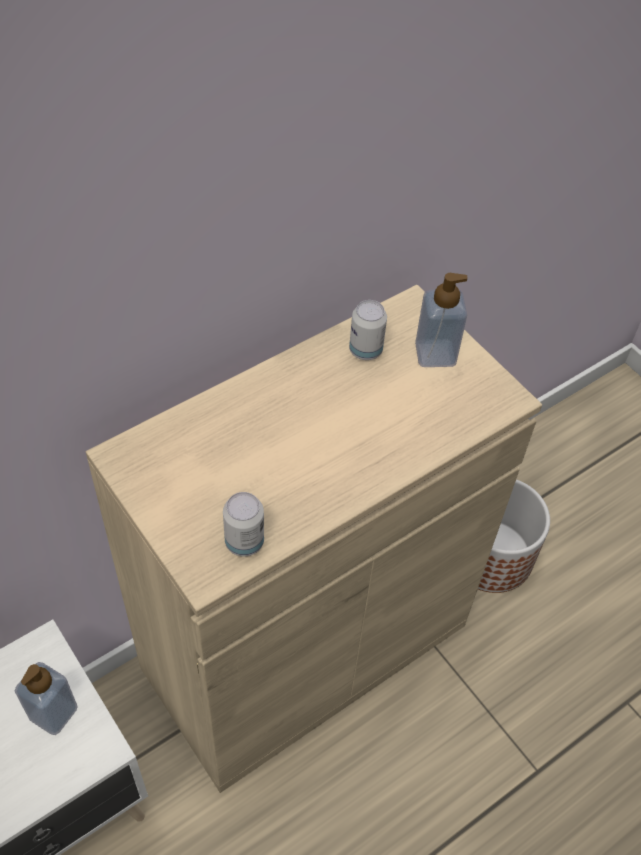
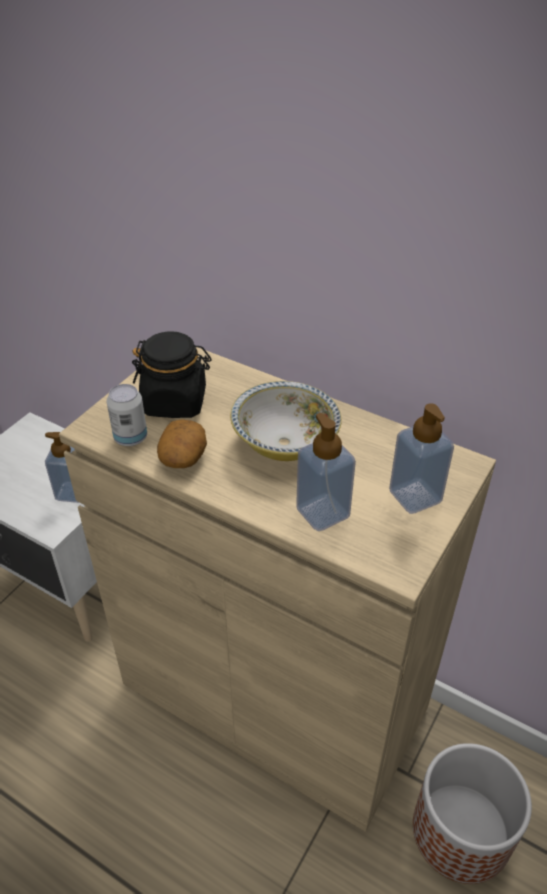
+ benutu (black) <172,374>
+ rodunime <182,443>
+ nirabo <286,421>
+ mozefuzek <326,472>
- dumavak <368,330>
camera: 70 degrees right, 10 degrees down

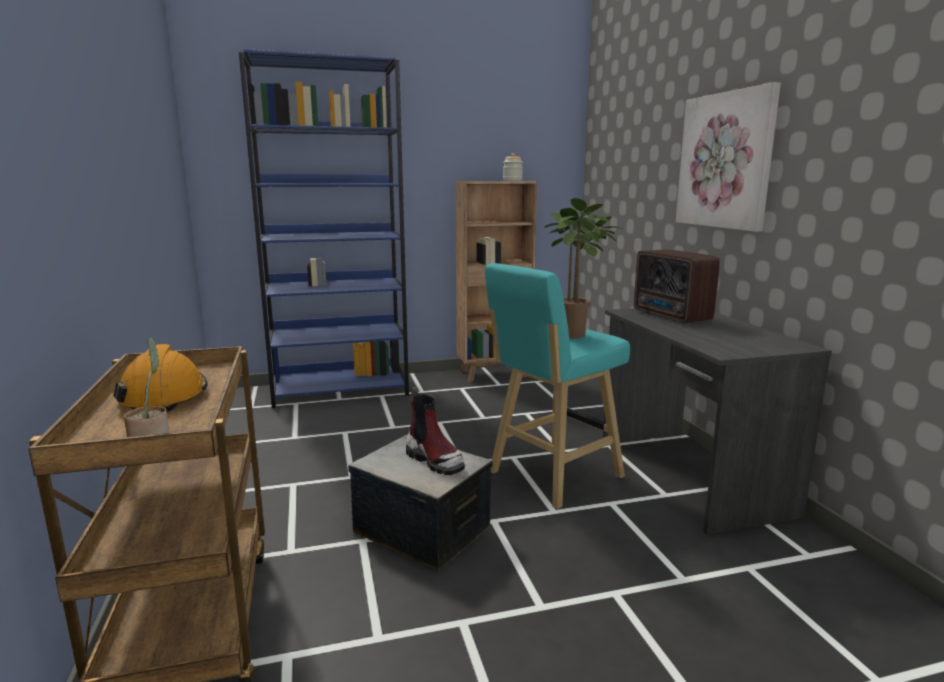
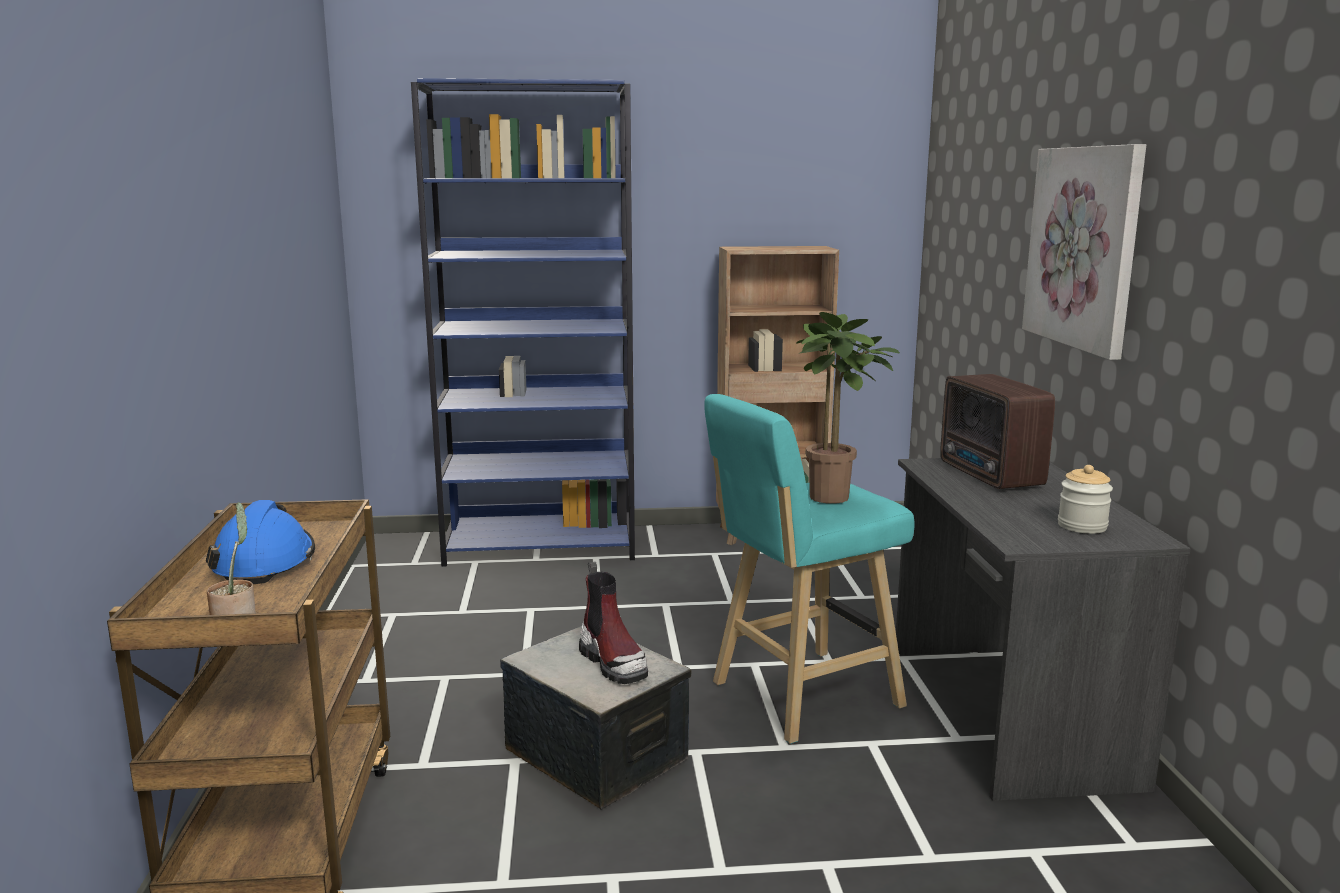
~ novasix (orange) <160,378> to novasix (blue) <260,542>
~ benutu <513,167> to <1085,499>
camera: 10 degrees right, 0 degrees up

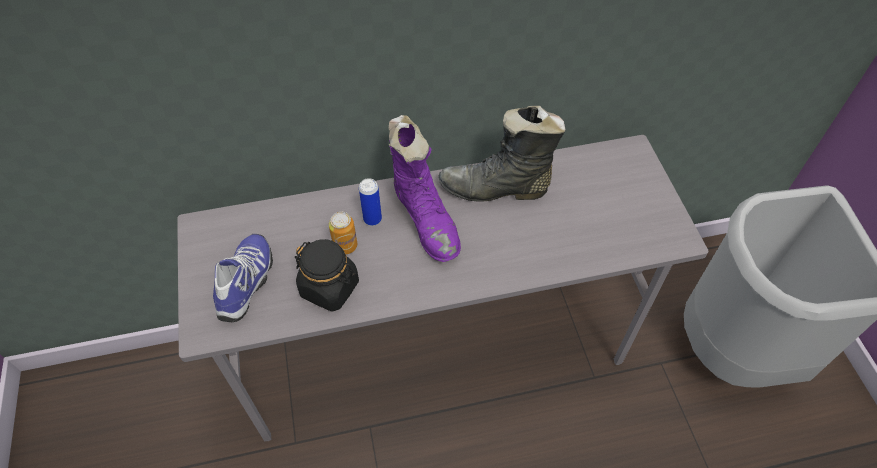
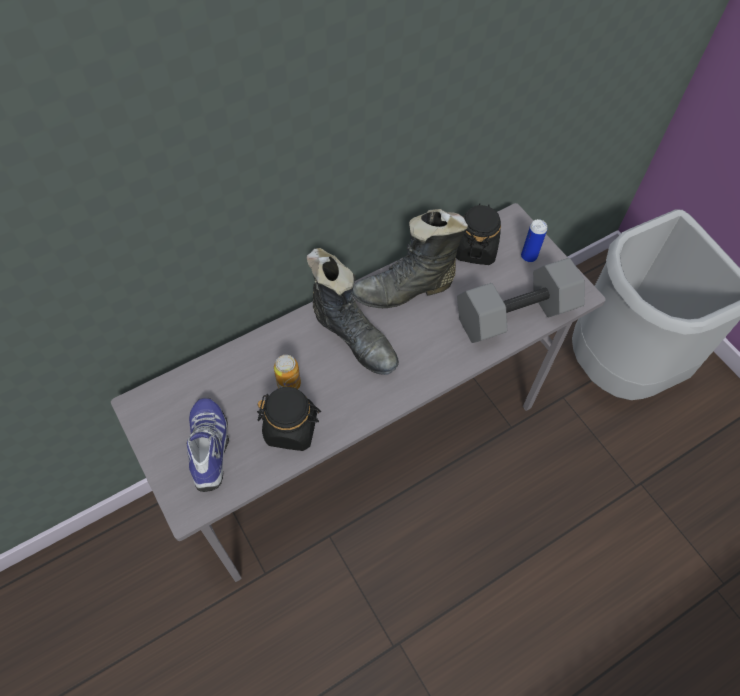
~ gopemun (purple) <425,188> to gopemun (black) <353,311>
+ benutu (black) <478,234>
+ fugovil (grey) <521,300>
~ dumavak <370,202> to <534,240>
camera: 20 degrees left, 5 degrees up

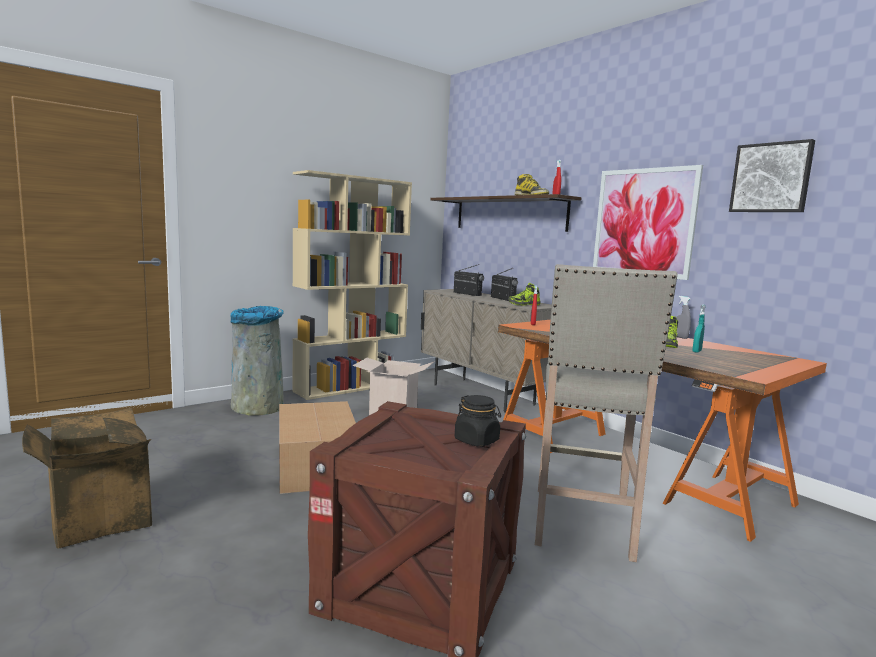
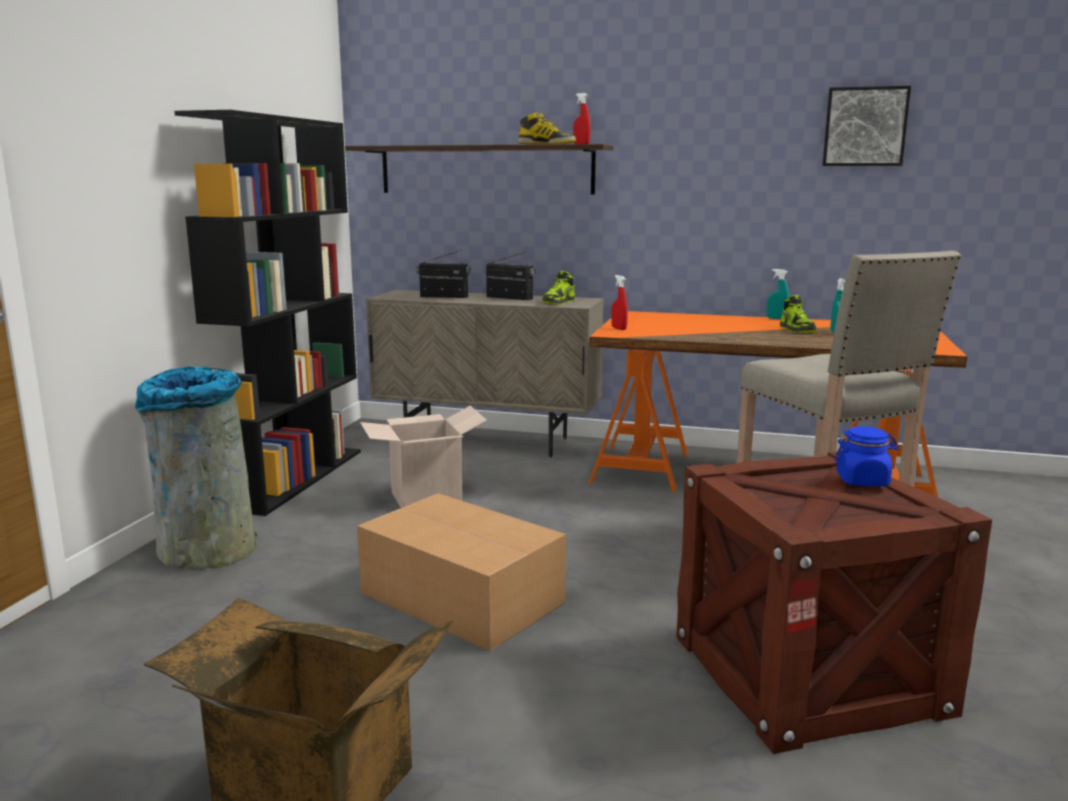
~ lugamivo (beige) <352,285> to lugamivo (black) <267,313>
~ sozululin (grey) <683,317> to sozululin (turquoise) <778,294>
~ benutu (black) <478,421> to benutu (blue) <866,456>
- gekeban <648,222>
camera: 35 degrees left, 5 degrees up

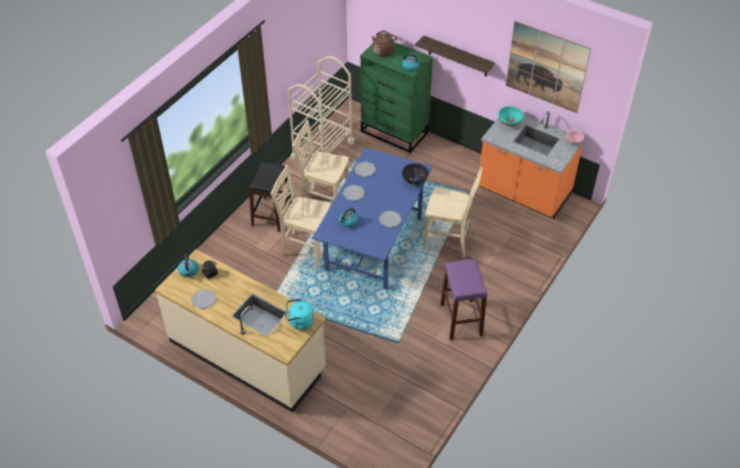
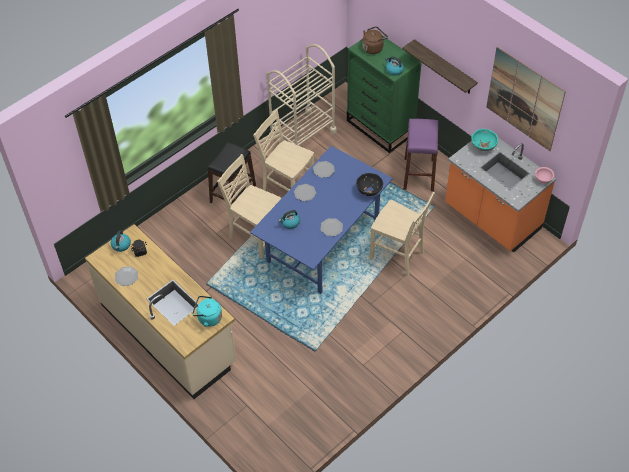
~ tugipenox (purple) <464,299> to <420,155>
camera: 15 degrees right, 5 degrees up

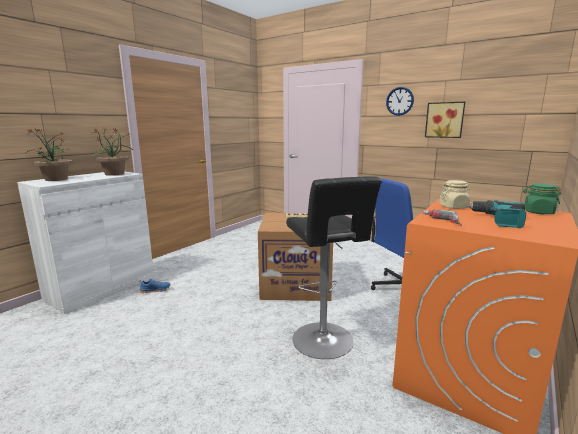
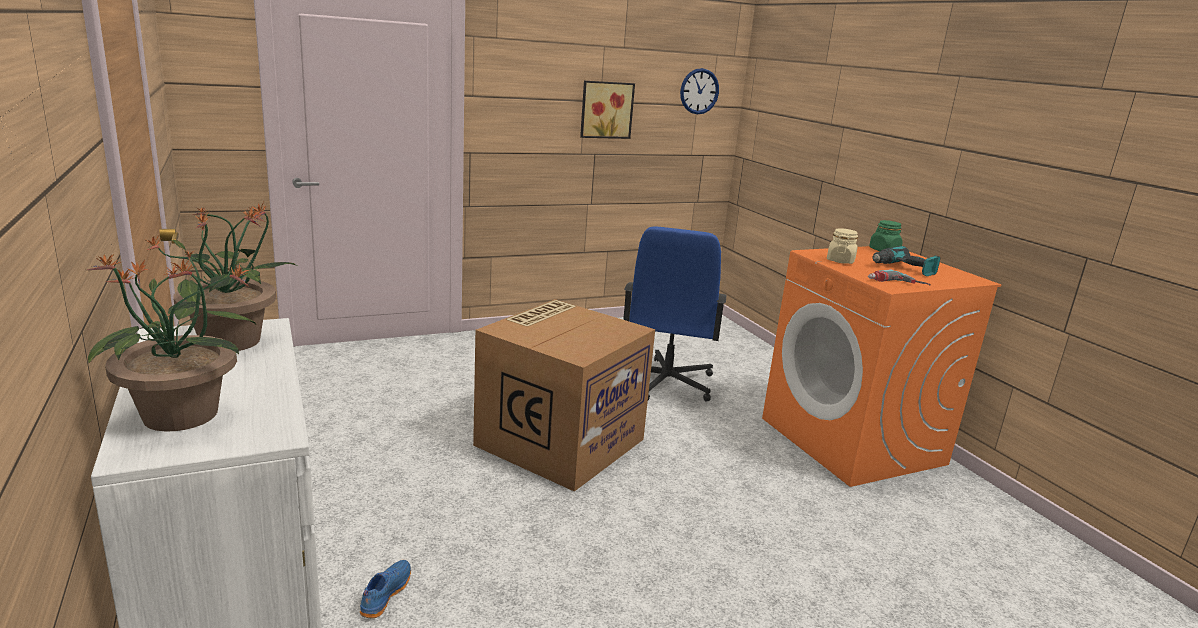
~ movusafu <400,101> to <699,91>
- tugipenox (black) <334,267>
camera: 60 degrees left, 5 degrees up

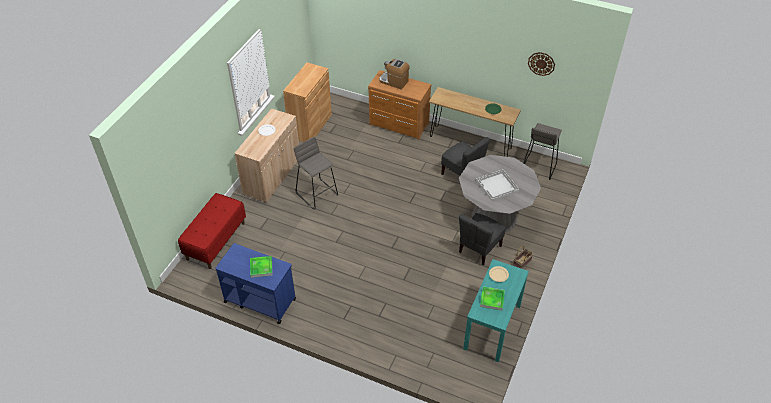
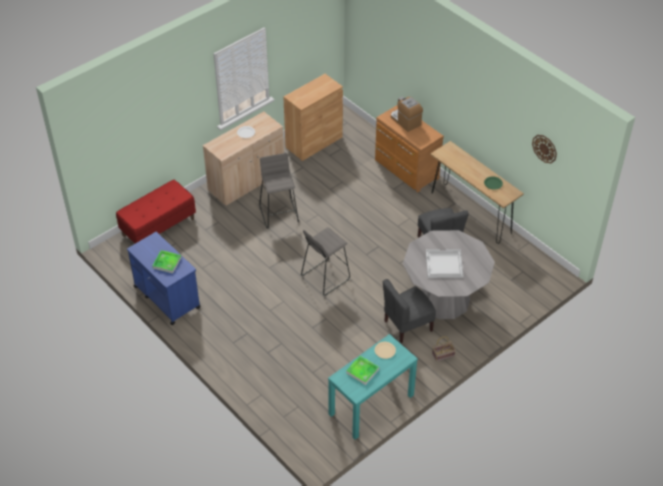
~ tugipenox (grey) <543,151> to <325,261>
camera: 25 degrees right, 0 degrees up

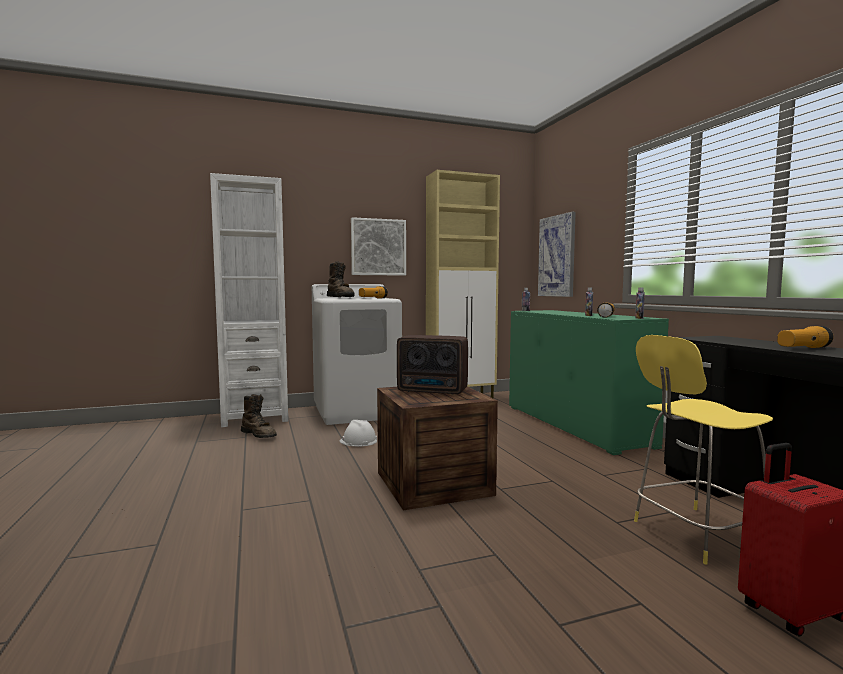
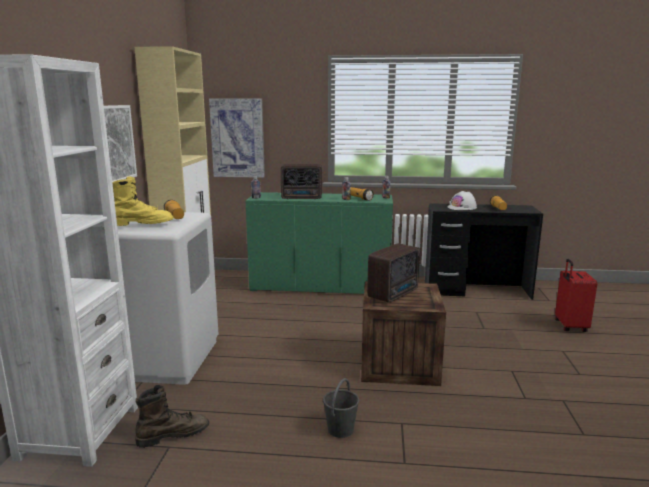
~ gopemun (brown) <341,279> to gopemun (yellow) <143,201>
+ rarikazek <301,181>
+ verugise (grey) <341,408>
~ novasix (white) <358,433> to <462,200>
- tugipenox (yellow) <703,450>
camera: 65 degrees left, 10 degrees up

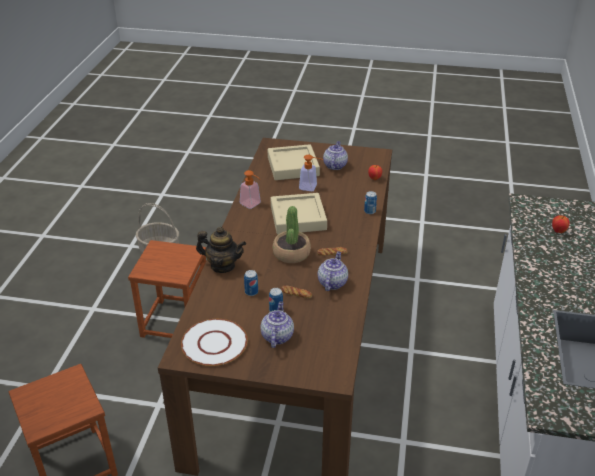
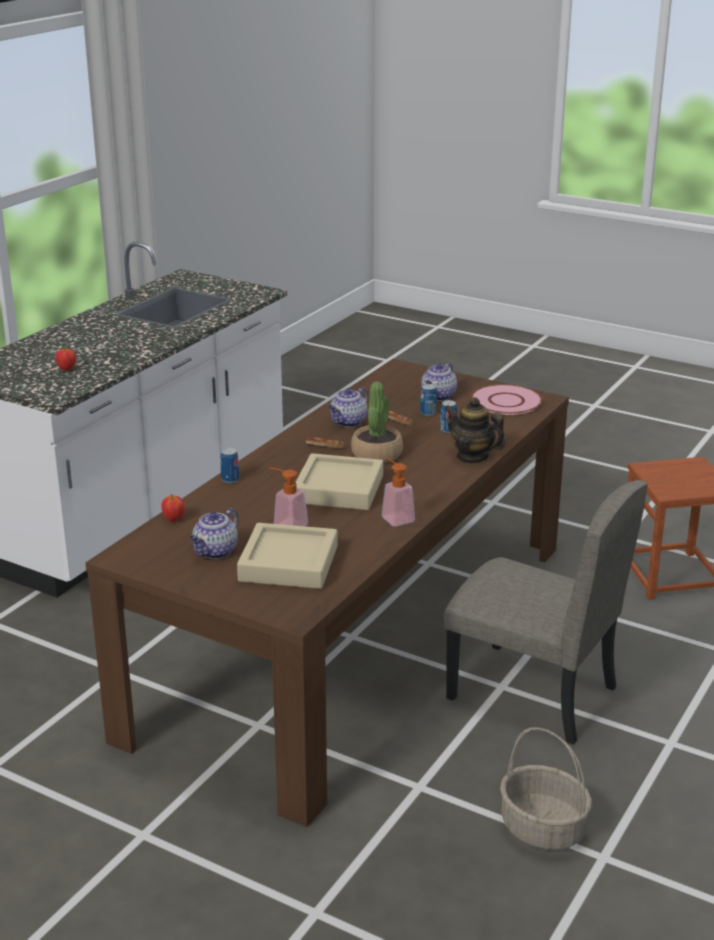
~ tugipenox (brown) <167,289> to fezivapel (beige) <546,612>
~ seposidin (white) <214,342> to seposidin (pink) <506,399>
camera: 160 degrees left, 10 degrees down

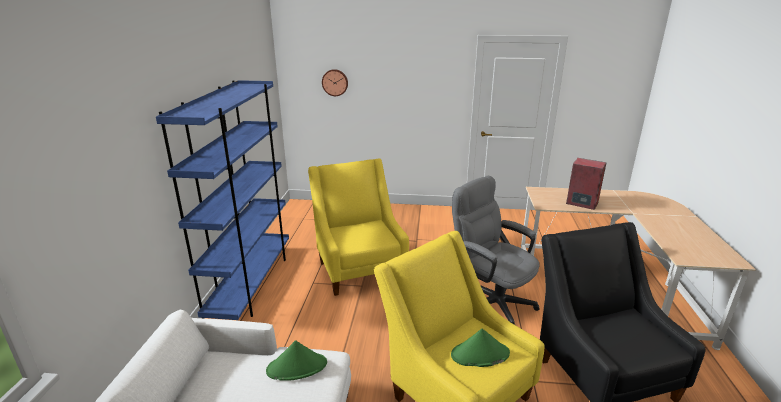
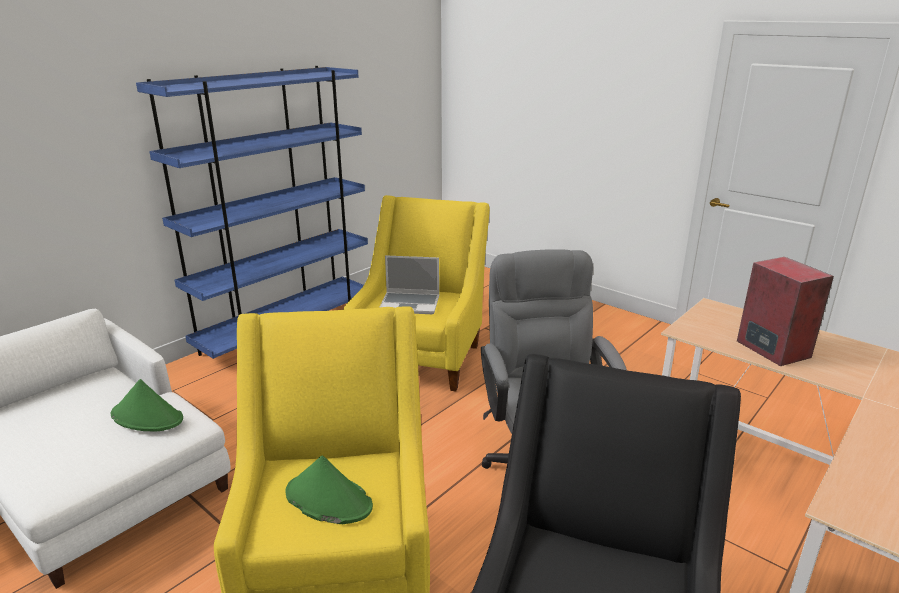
+ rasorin <409,284>
- movusafu <335,82>
camera: 35 degrees right, 0 degrees up

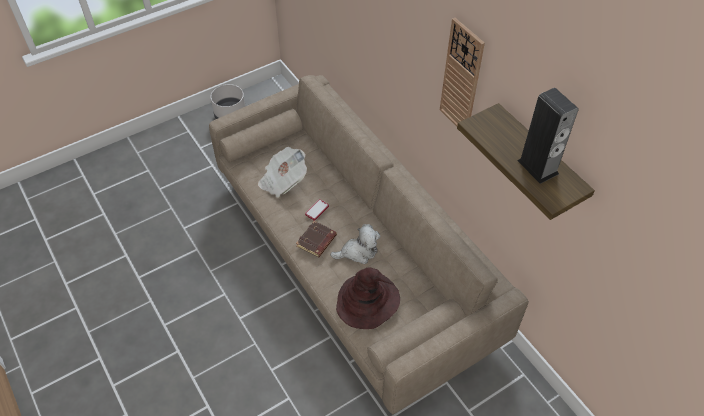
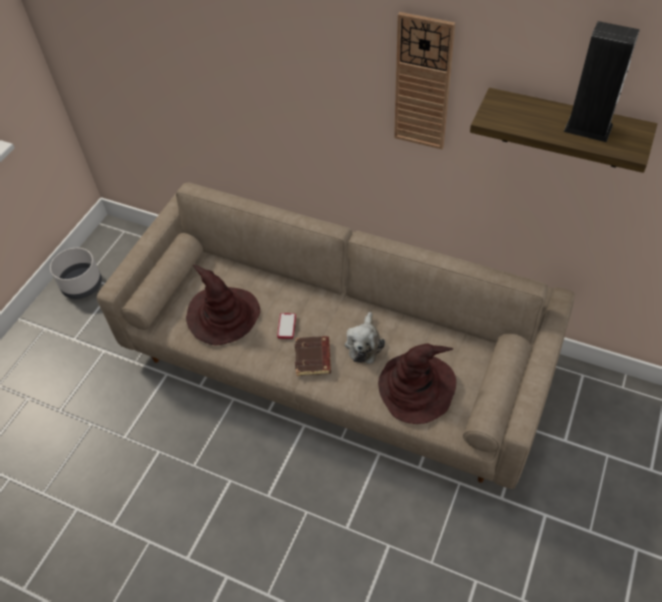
~ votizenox <282,172> to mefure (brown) <223,304>
~ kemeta <355,244> = <365,338> 150 degrees clockwise
camera: 30 degrees left, 0 degrees up

